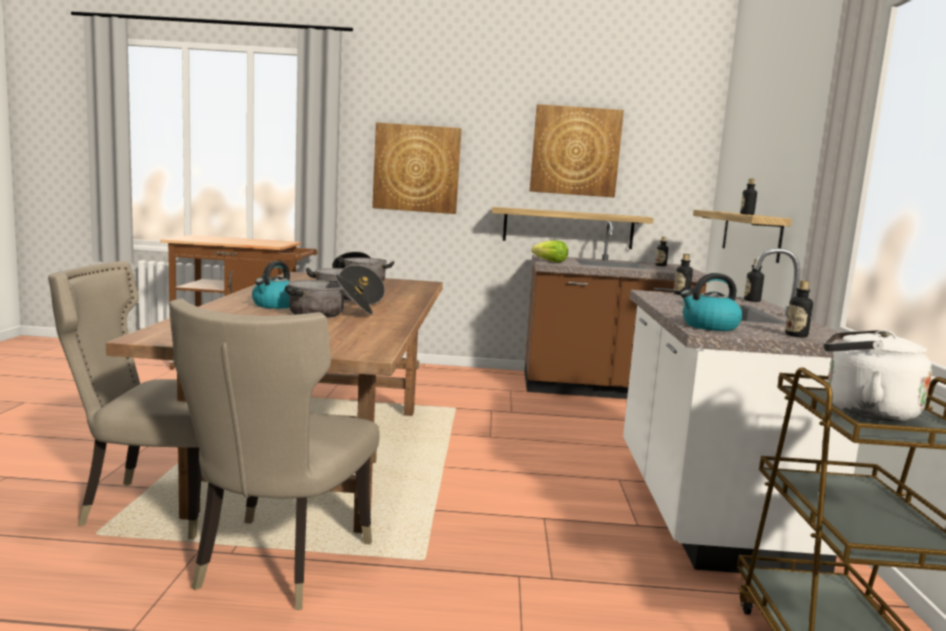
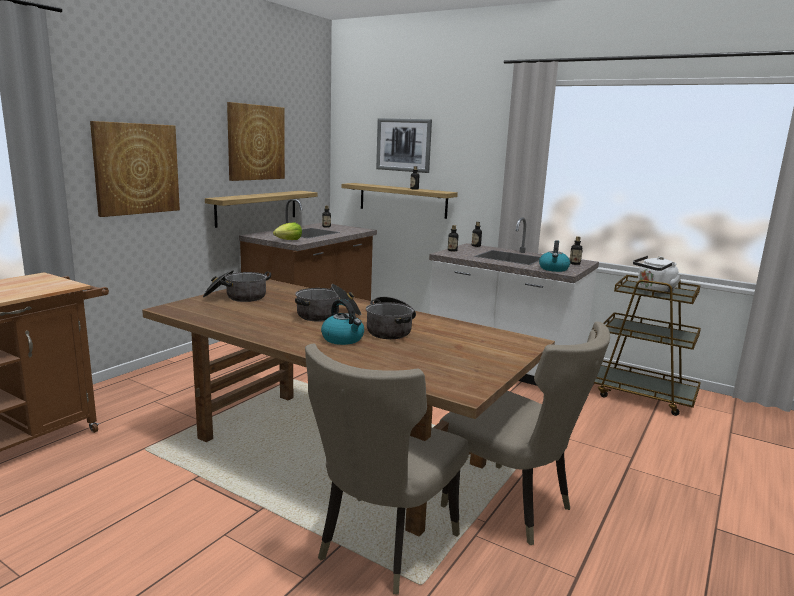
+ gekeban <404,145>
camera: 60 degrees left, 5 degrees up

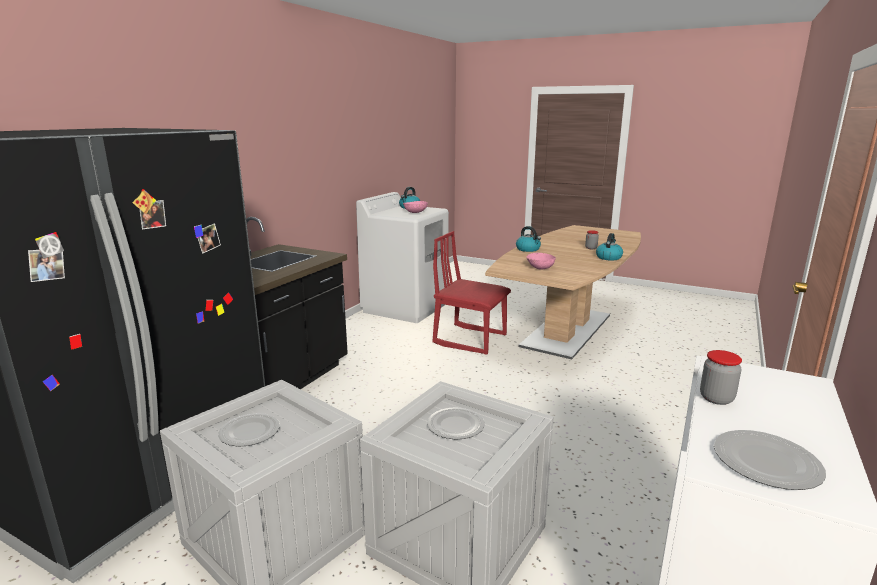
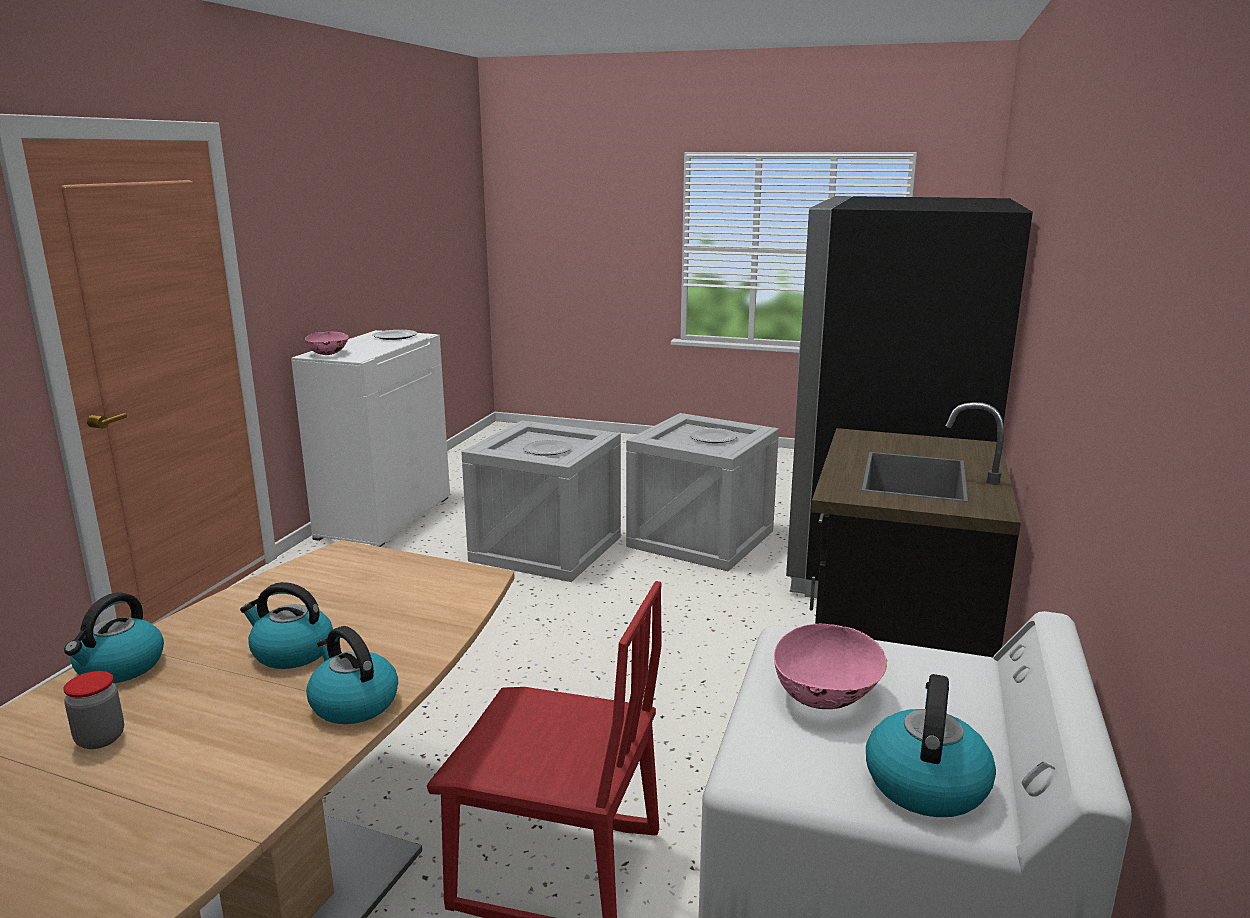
+ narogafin <286,625>
~ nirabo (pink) <541,261> to <327,343>
- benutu <721,377>
camera: 170 degrees right, 0 degrees up

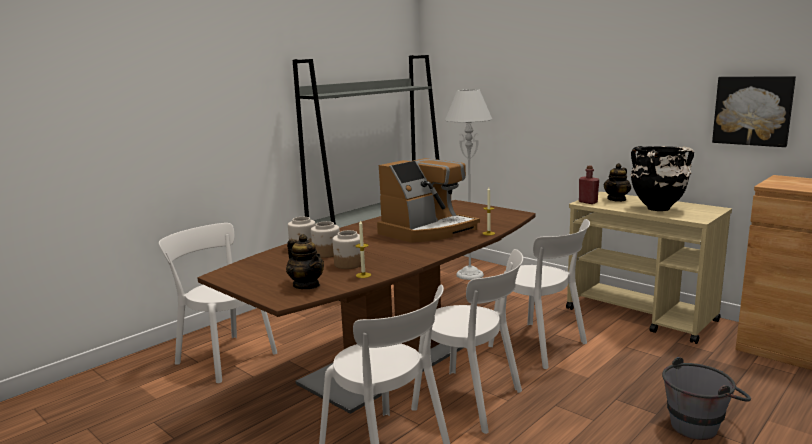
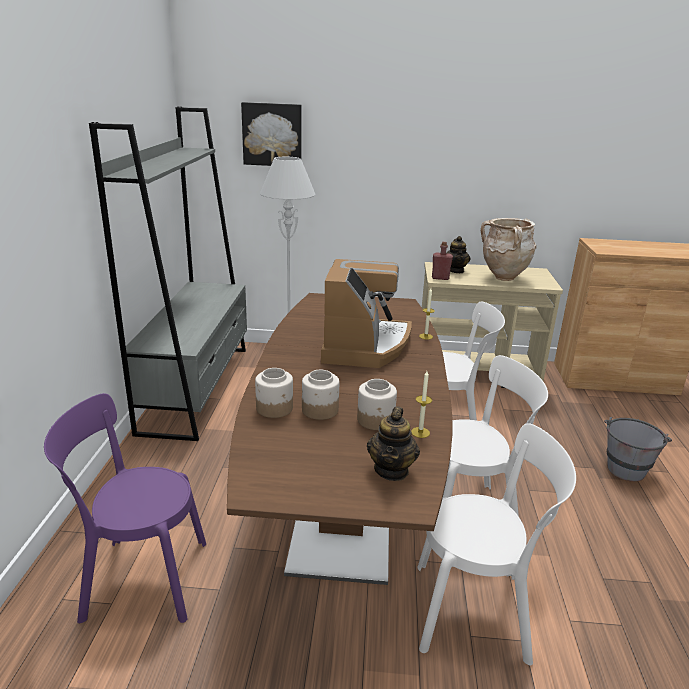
~ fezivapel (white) <218,303> to fezivapel (purple) <125,508>
~ gekeban <754,111> to <271,134>
~ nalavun <305,261> = <393,443> 90 degrees clockwise
~ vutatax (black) <662,178> to vutatax (beige) <509,249>
camera: 40 degrees left, 10 degrees up

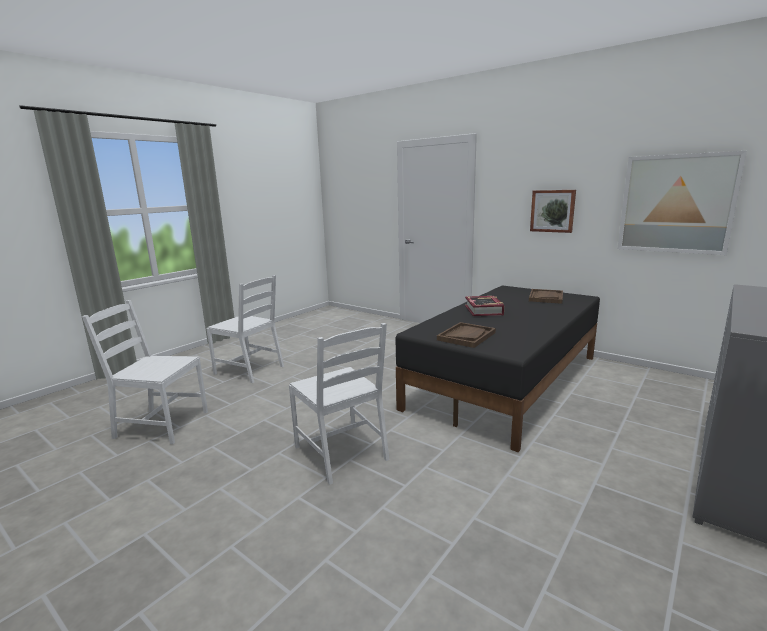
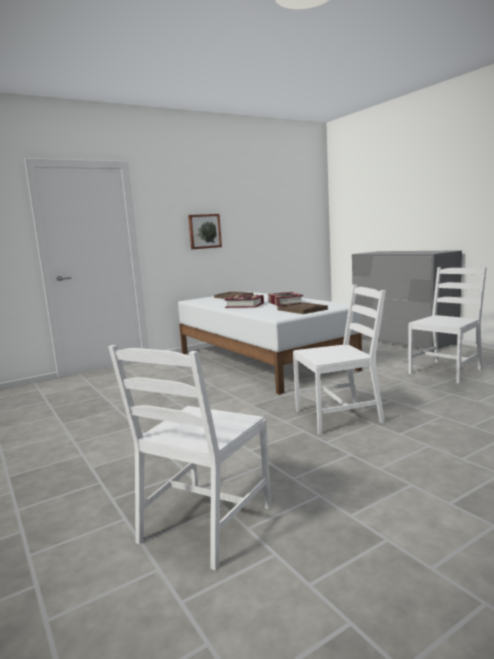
~ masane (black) <497,368> to masane (white) <270,343>
+ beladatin <285,299>
~ fezivapel (white) <245,329> to <448,325>
- gekeban <682,203>
camera: 70 degrees left, 5 degrees down

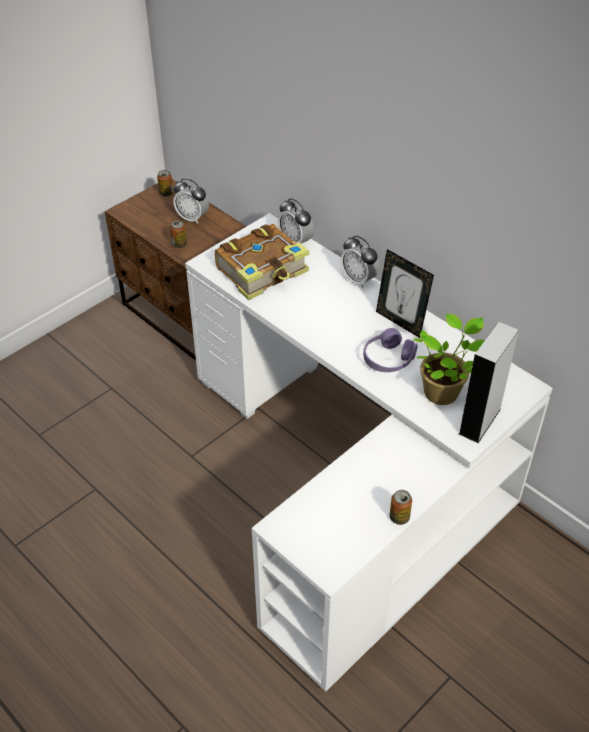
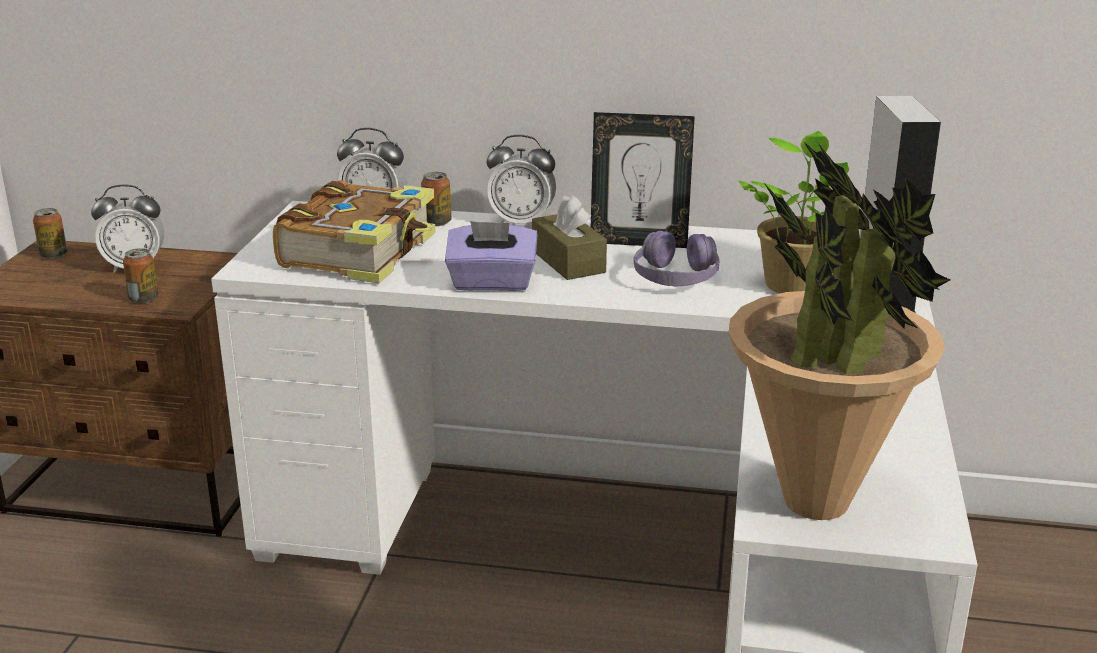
~ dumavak <401,507> to <436,199>
+ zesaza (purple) <491,256>
+ zesaza (brown) <569,237>
+ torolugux <839,330>
camera: 35 degrees left, 20 degrees down

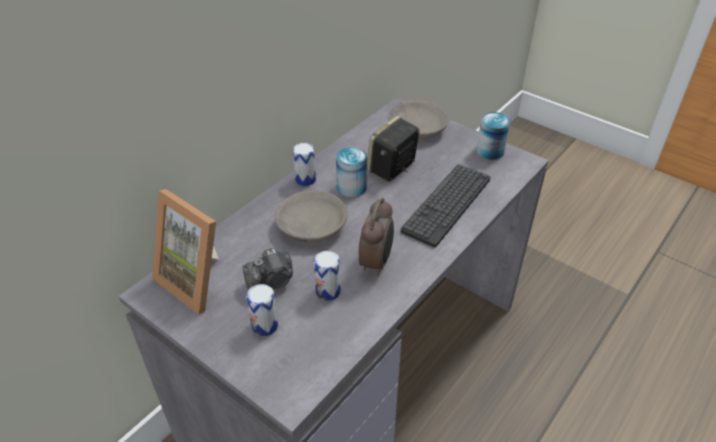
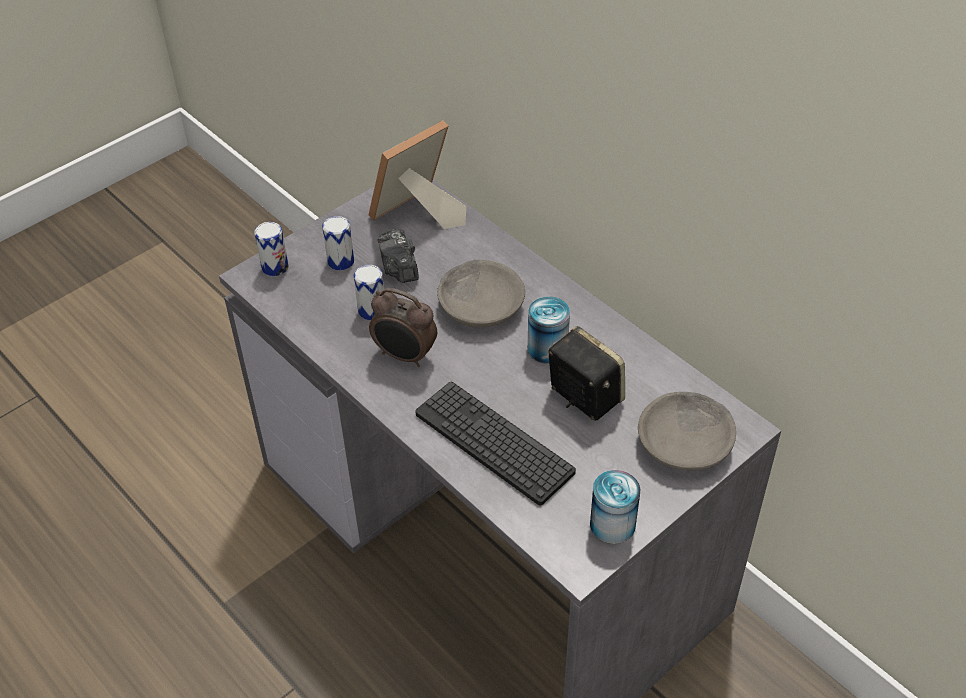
~ dumavak <304,164> to <271,249>
camera: 100 degrees right, 5 degrees up

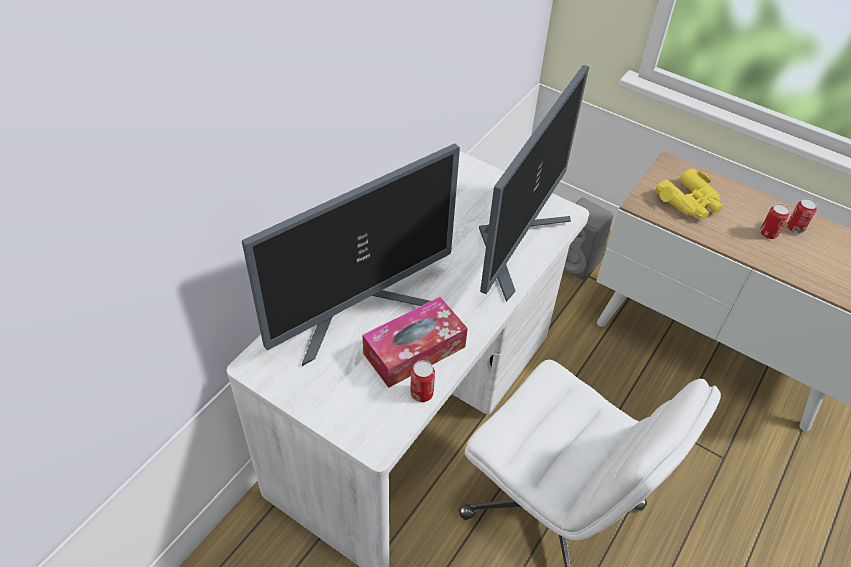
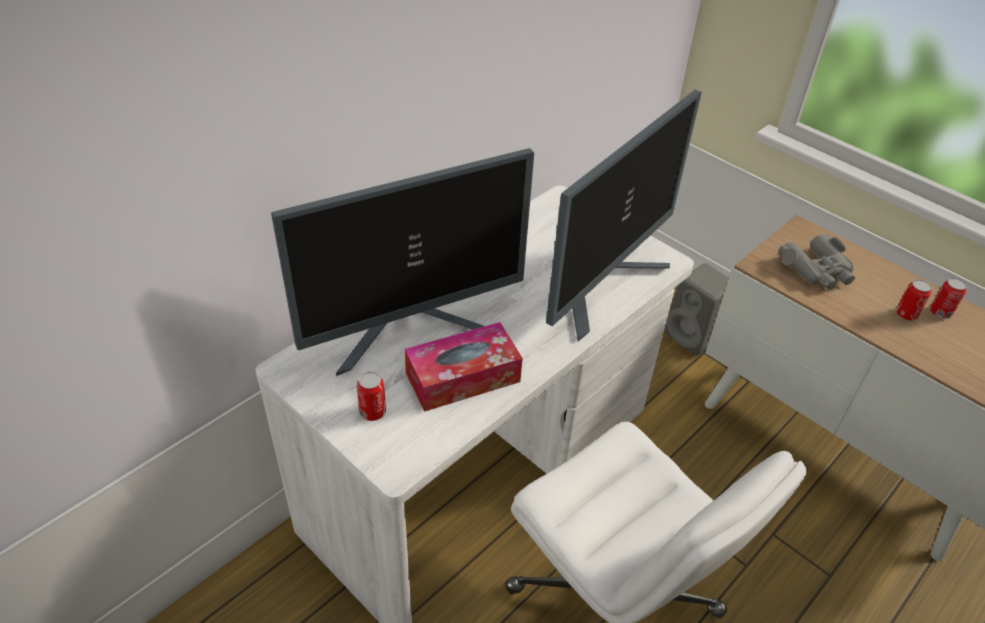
~ dumavak <422,381> to <371,396>
~ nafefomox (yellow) <689,194> to nafefomox (grey) <817,262>
camera: 10 degrees right, 5 degrees down

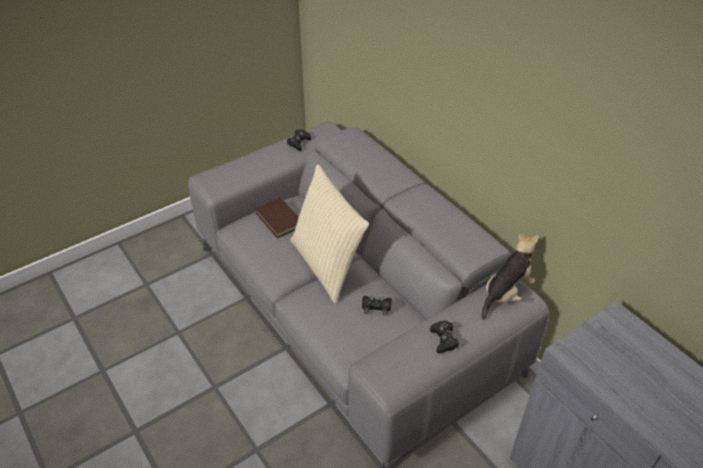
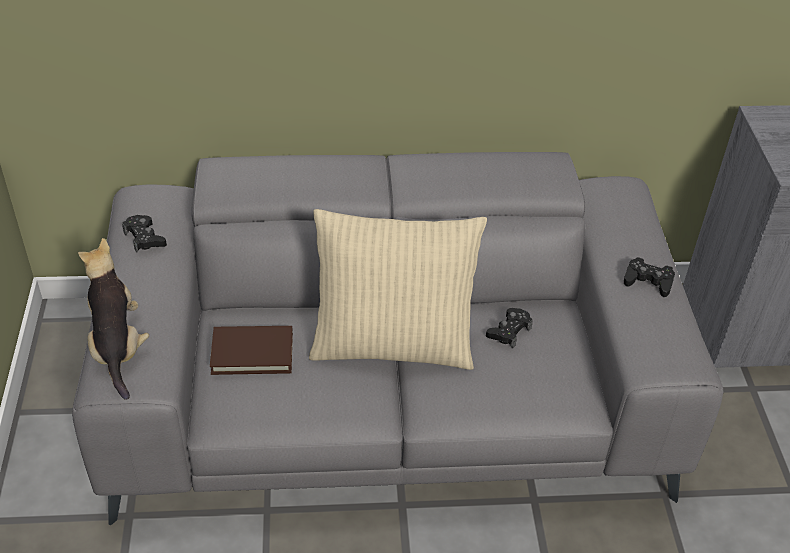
~ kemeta <510,276> to <113,319>
camera: 60 degrees left, 0 degrees up

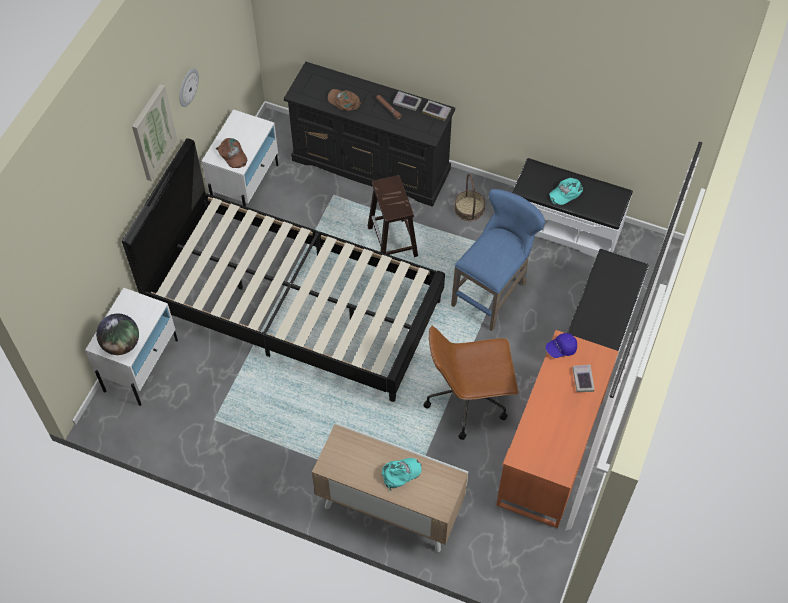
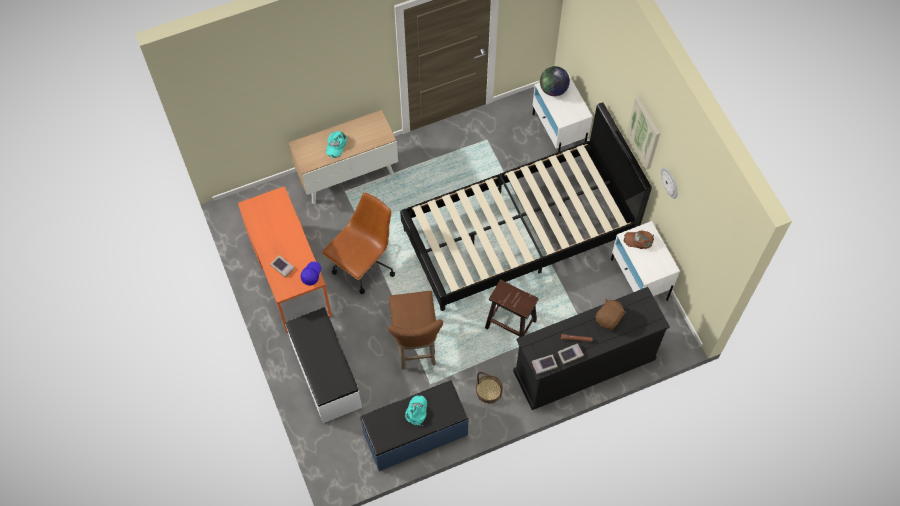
~ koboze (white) <572,207> to koboze (blue) <414,425>
~ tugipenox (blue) <498,260> to tugipenox (brown) <415,330>
~ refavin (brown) <345,100> to kemeta (brown) <610,314>
camera: 135 degrees right, 5 degrees up

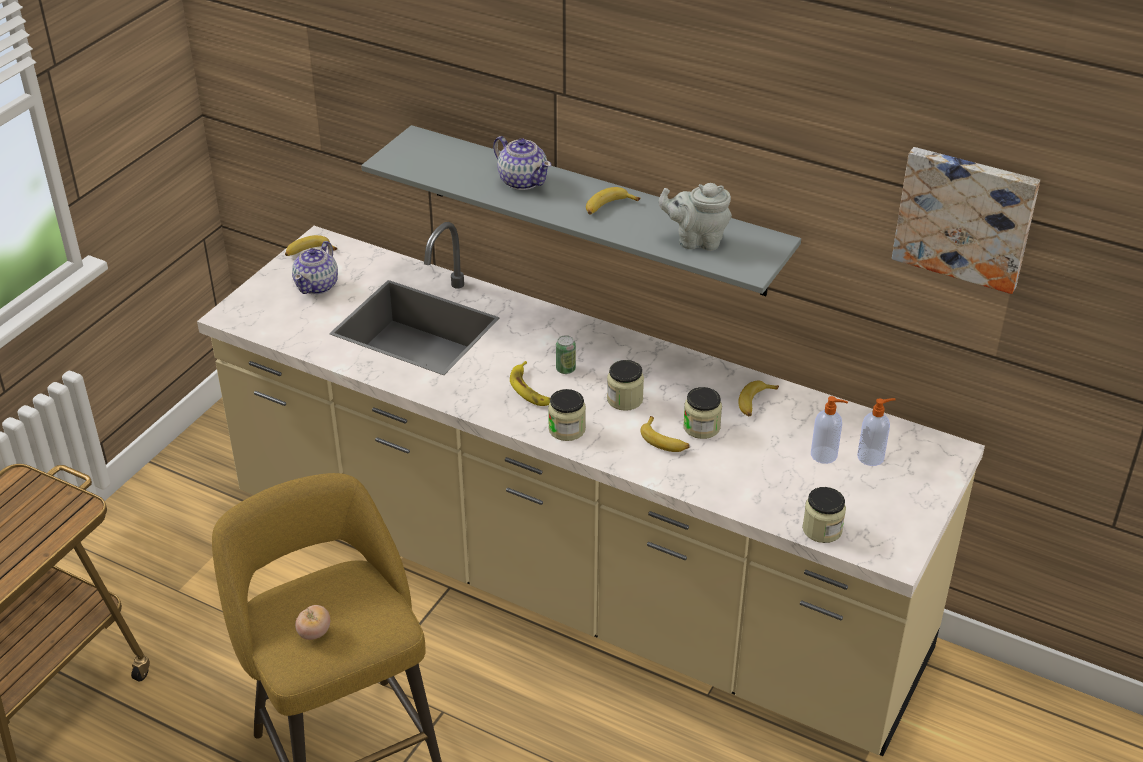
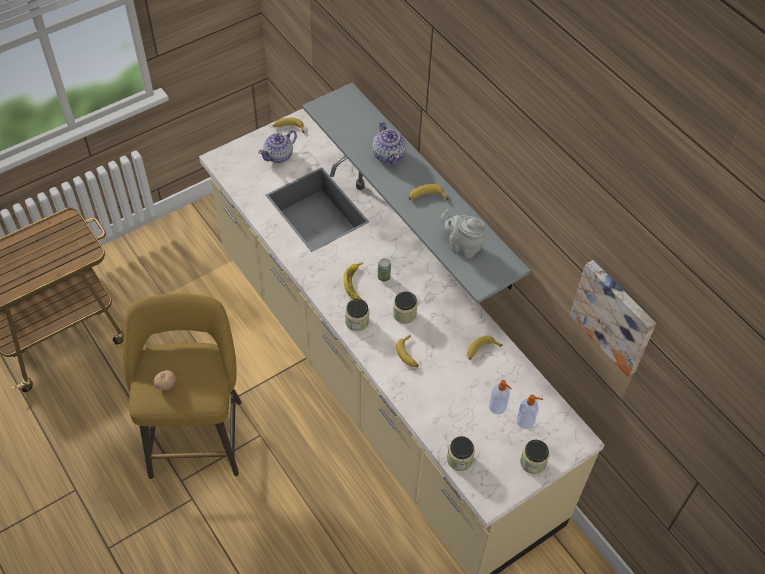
~ benutu <702,413> to <534,456>
camera: 25 degrees right, 15 degrees up

